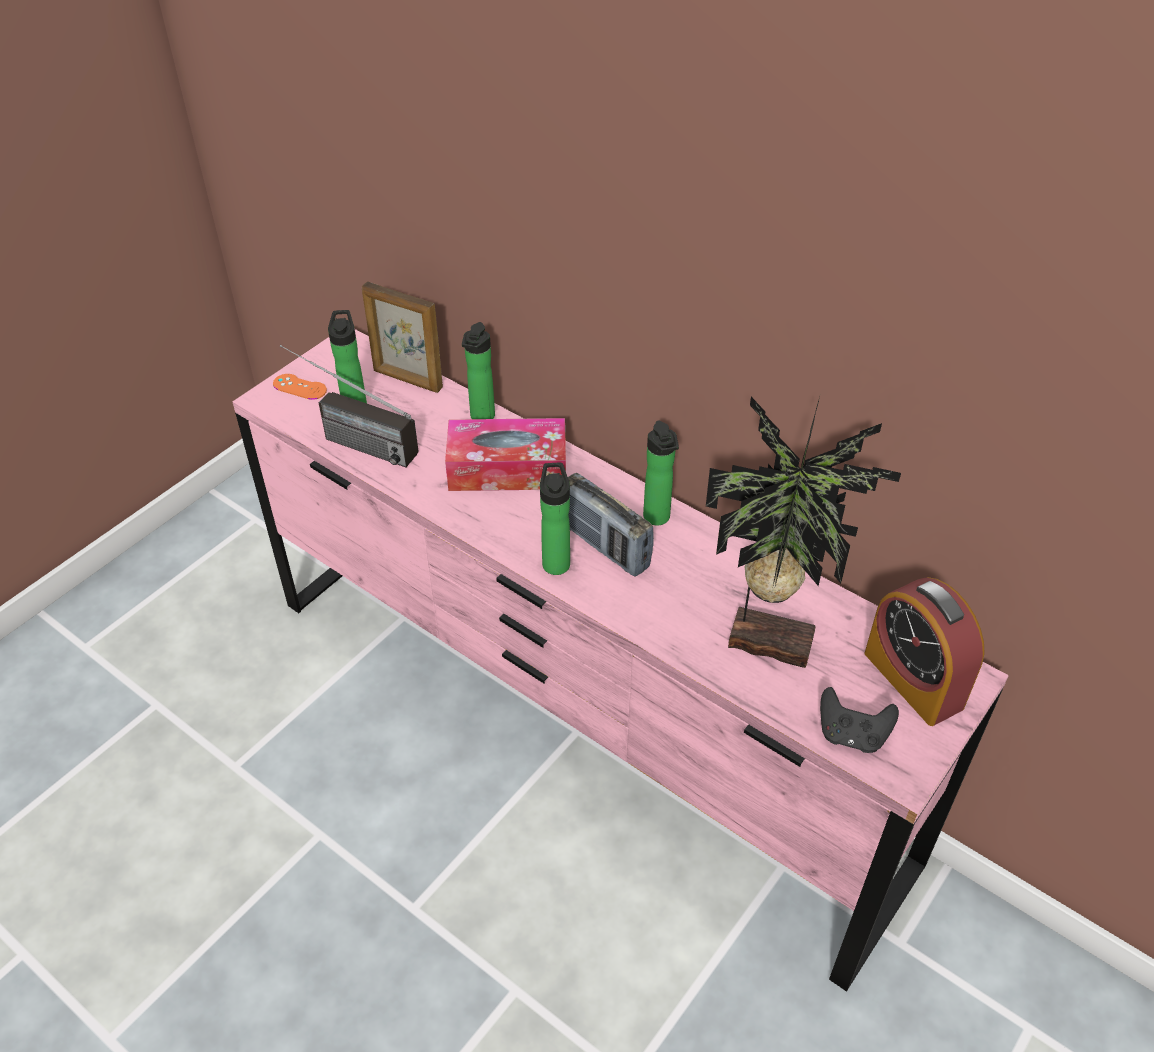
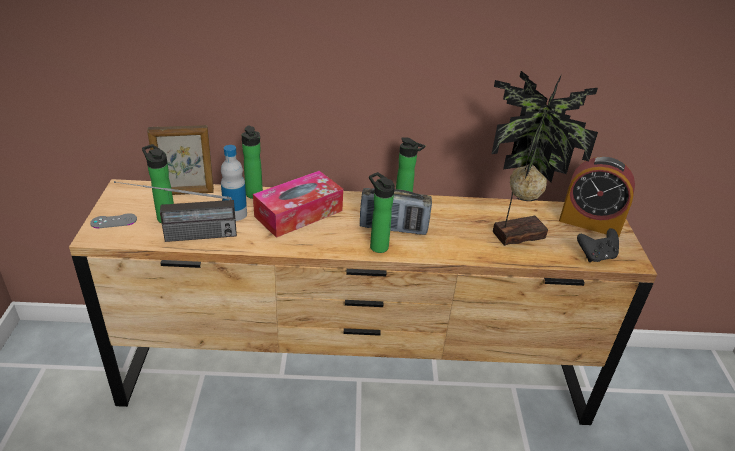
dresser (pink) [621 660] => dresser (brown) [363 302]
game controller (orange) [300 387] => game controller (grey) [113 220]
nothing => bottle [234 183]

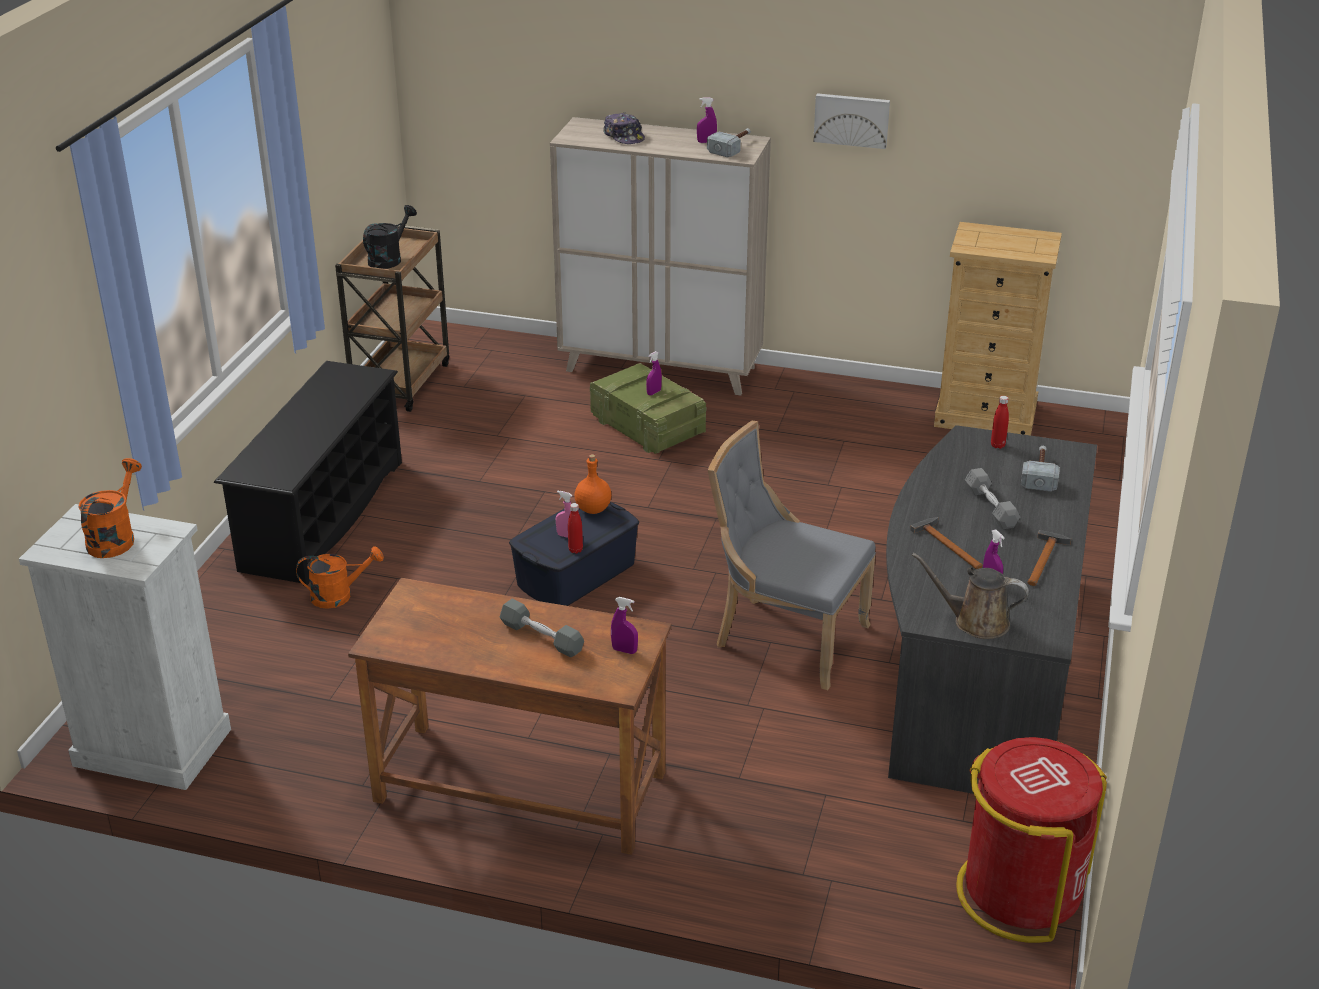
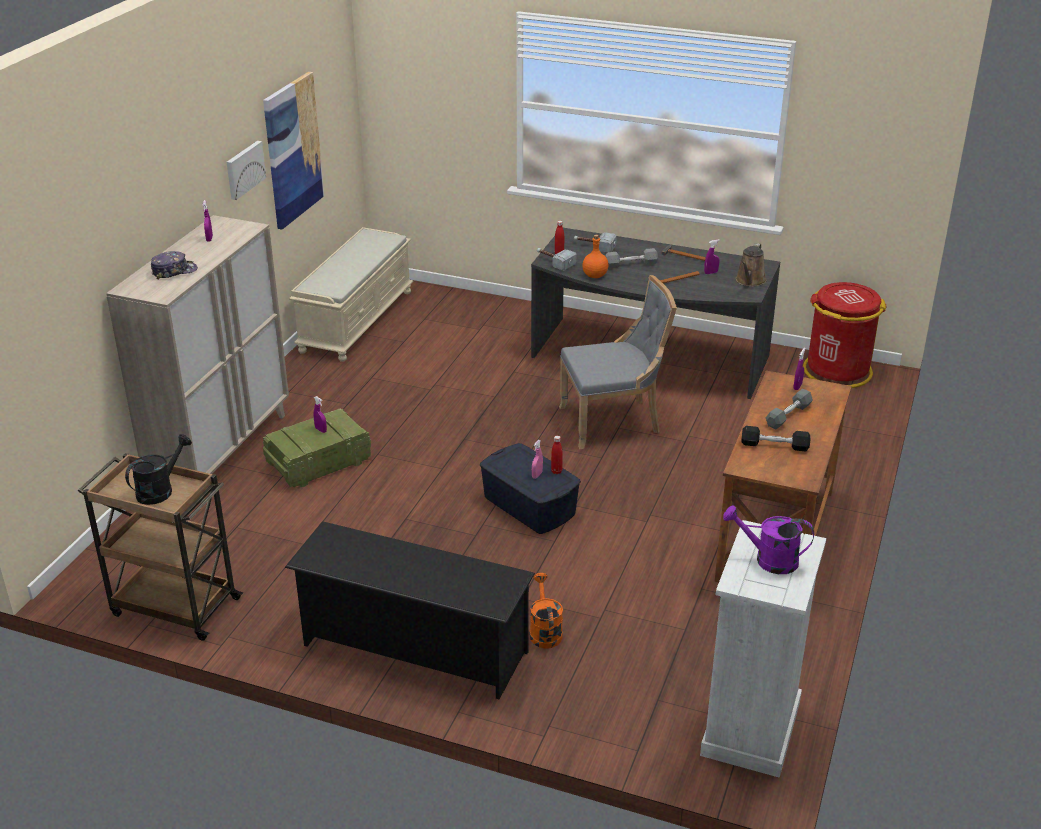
watering can (orange) [110 508] => watering can (purple) [768 540]
watering can (black) [390 237] => watering can (black) [158 469], 90 degrees clockwise
bottle (orange) [592 484] => bottle (orange) [595 256], move
hammer [729 142] => hammer [556 259], move
chair (grey) [792 555] => chair (grey) [618 362], 135 degrees counterclockwise
dresser (beige) [998 329] => bench (beige) [351 294]
nothing => picture [293 150]
nothing => dumbbell (black) [775 438]

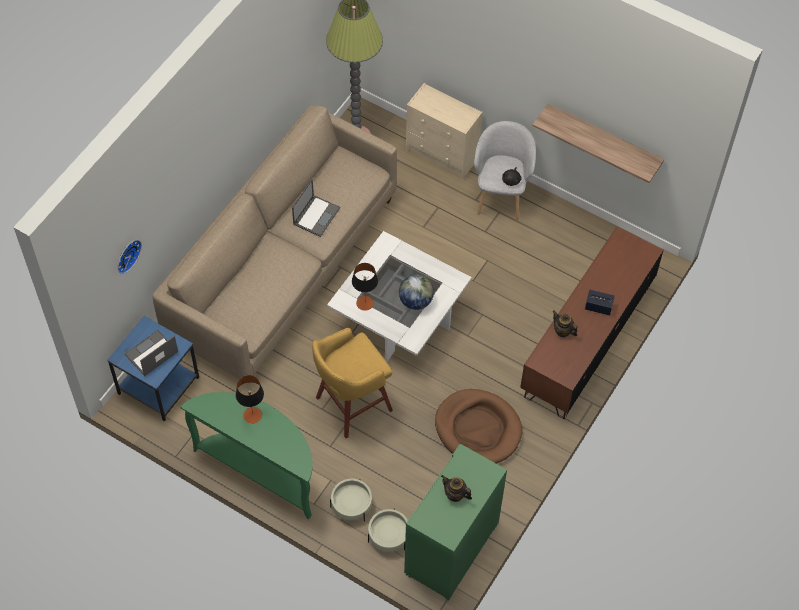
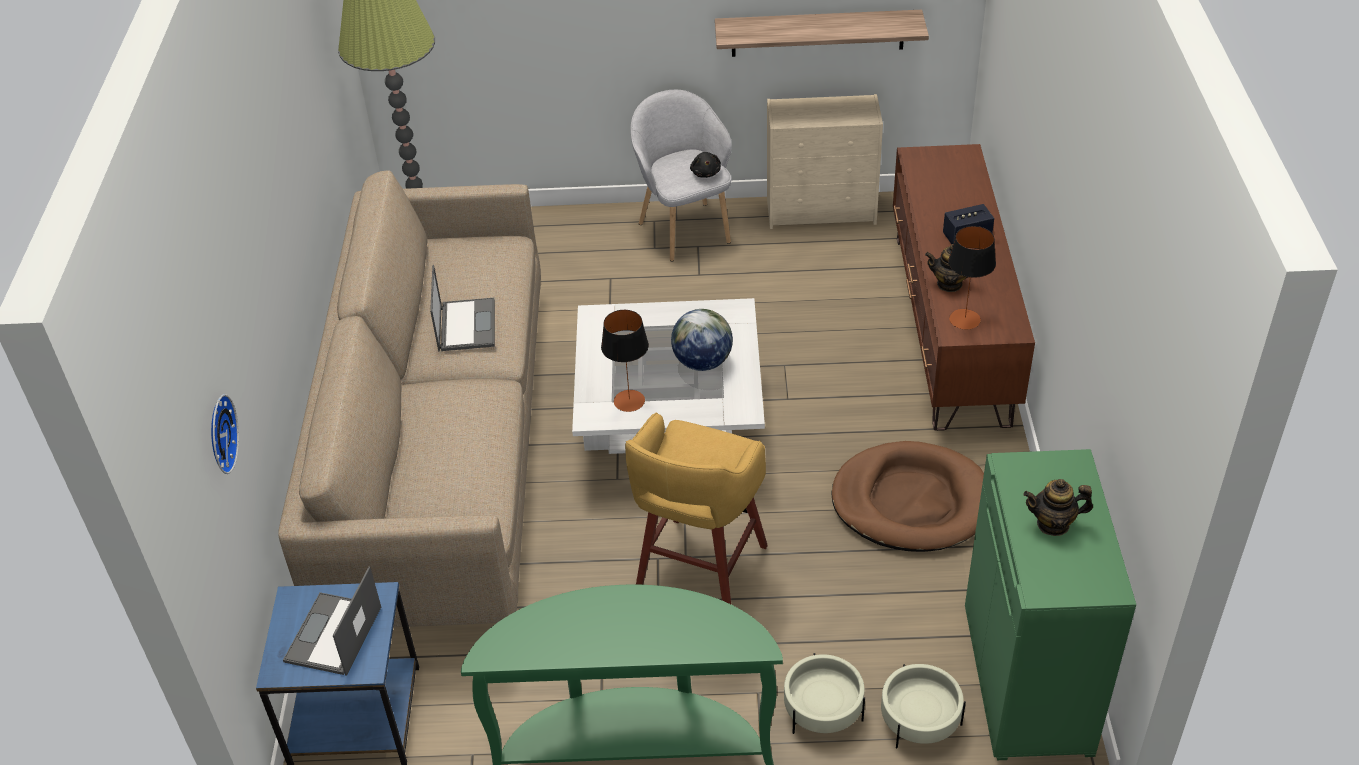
table lamp [250 399] => table lamp [972 277], move
dresser (beige) [444 131] => dresser (beige) [825 161], move

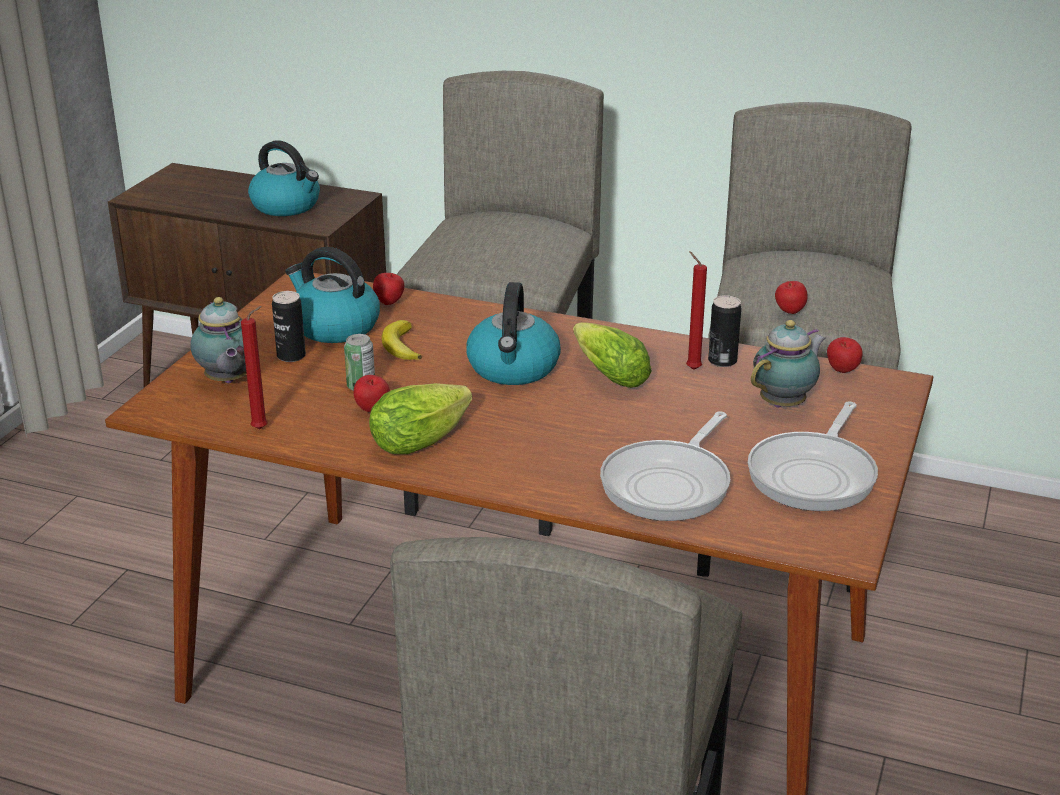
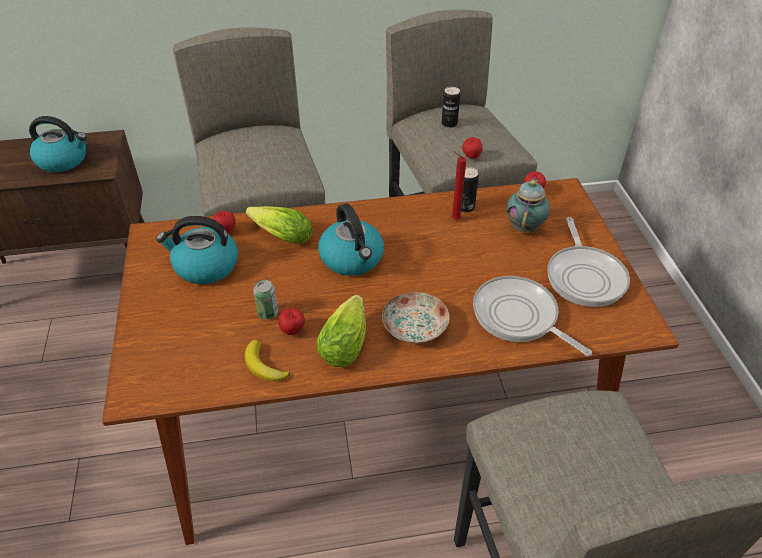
teapot [218 340] => nothing
candle (red) [254 367] => nothing
can [289 326] => can [451 107], move
banana [402 340] => banana [267 361], move
lettuce [612 355] => lettuce [279 225], move
frying pan [665 466] => frying pan [532 316], 135 degrees clockwise
nothing => plate [416 317]

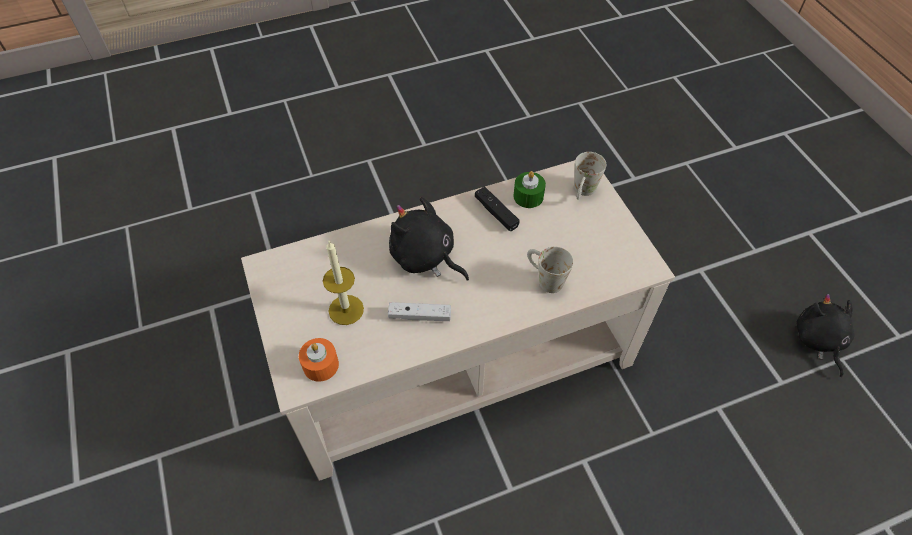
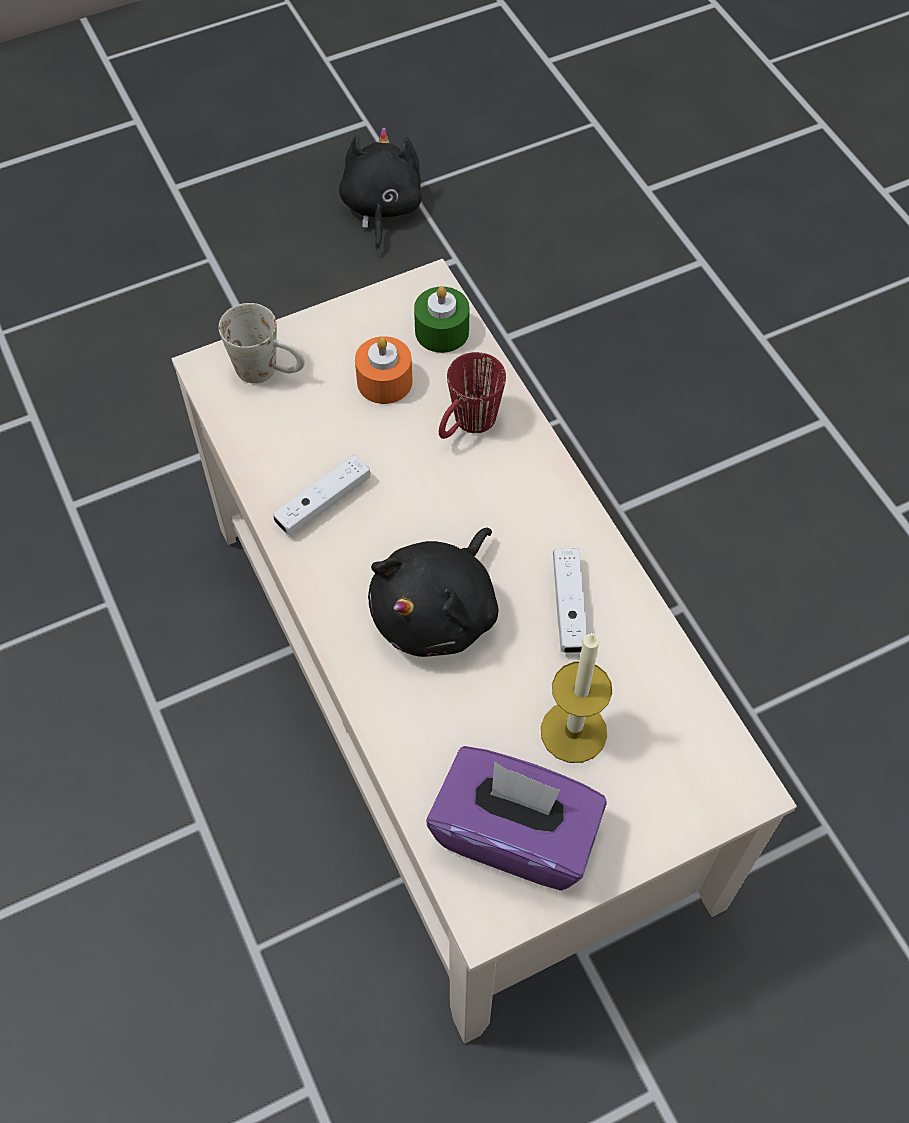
candle (orange) [319 360] => candle (orange) [383 370], move
game controller (black) [497 209] => game controller (white) [321 495]
candle (green) [529 189] => candle (green) [442 319], move
mug (white) [550 270] => mug (red) [472 395]
plush toy (black) [826 335] => plush toy (black) [380 189], 105 degrees clockwise
nothing => tissue box (purple) [516 818]

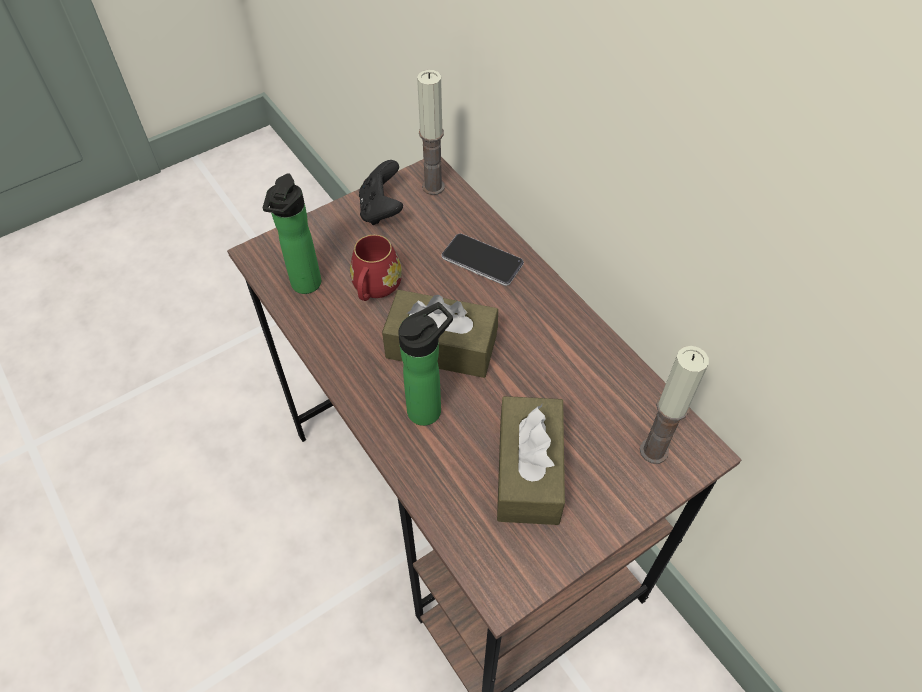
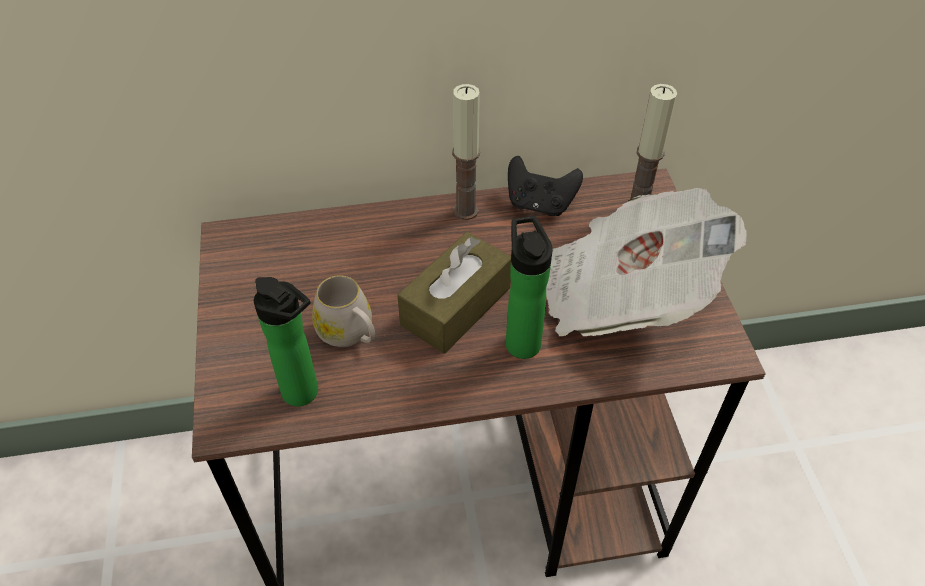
mug (red) [376 268] => mug (white) [343 311]
game controller (black) [381 192] => game controller (black) [545 186], move
candle [431 132] => candle [466 152], move
phone [482 259] => nothing
tissue box (brown) [531 460] => newspaper [646 262]

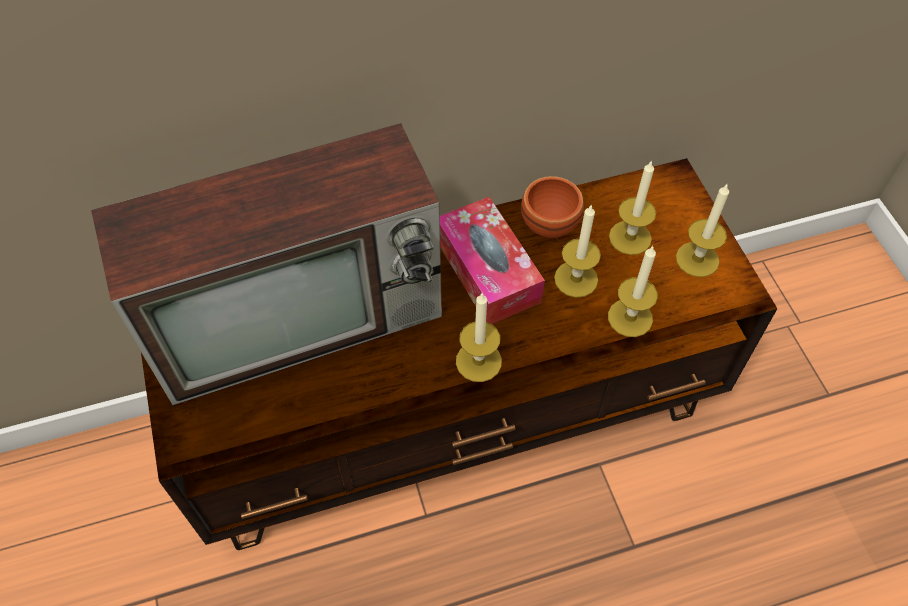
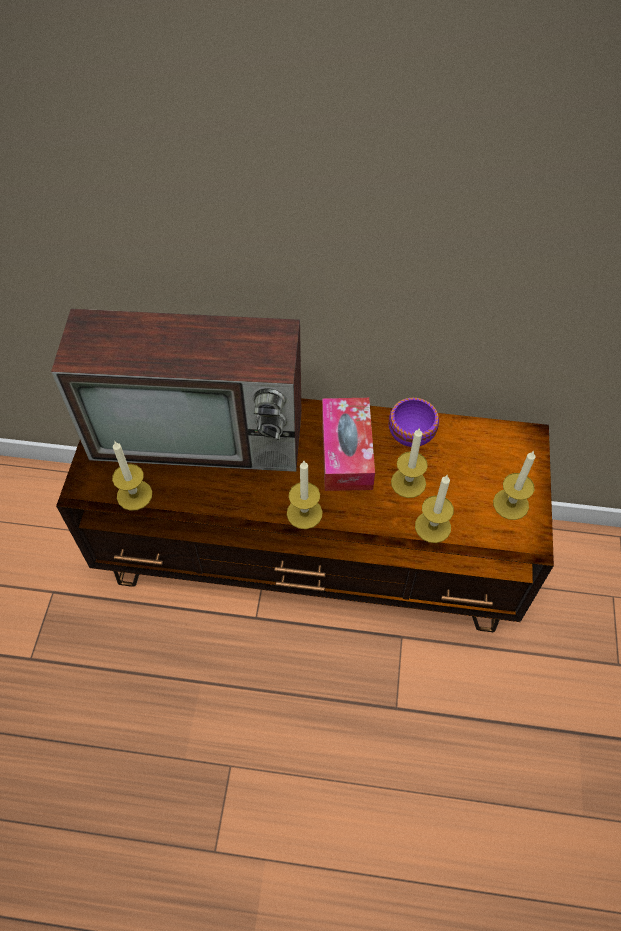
bowl (brown) [552 207] => bowl (purple) [414 422]
candle [632 207] => candle [132 476], move

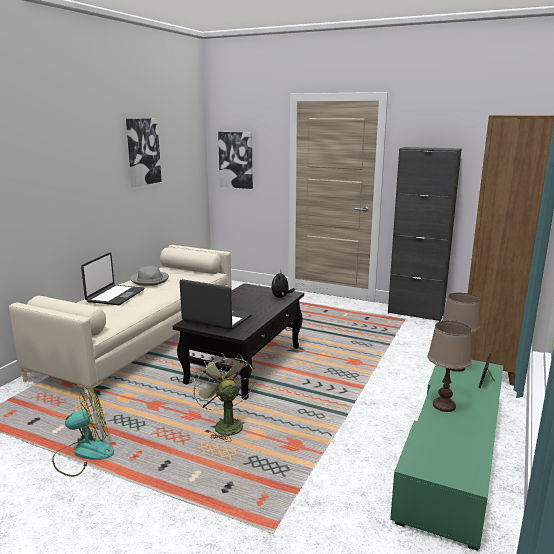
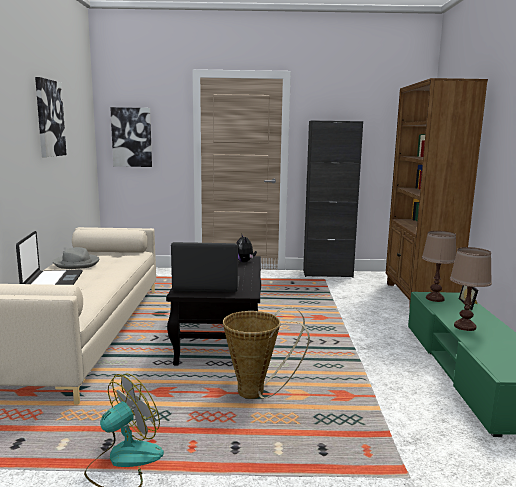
fan (green) [223 397] => basket [266 352]

